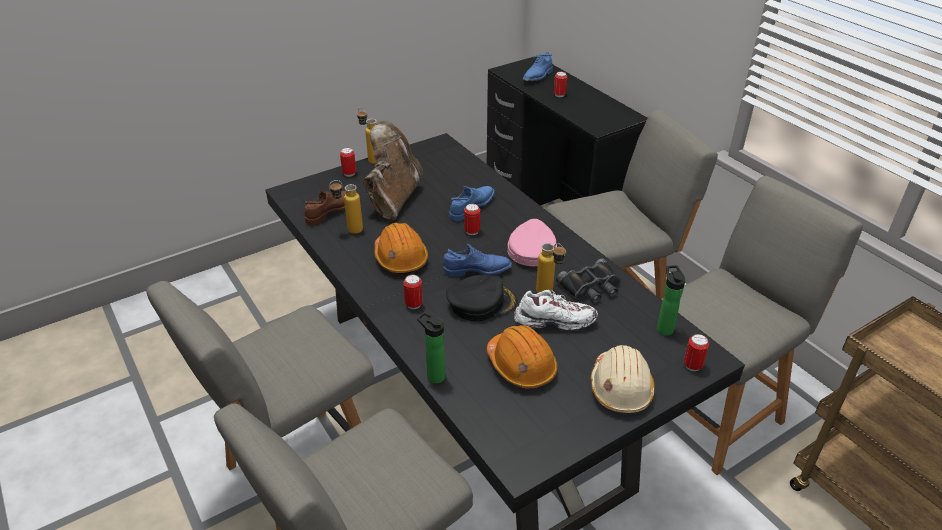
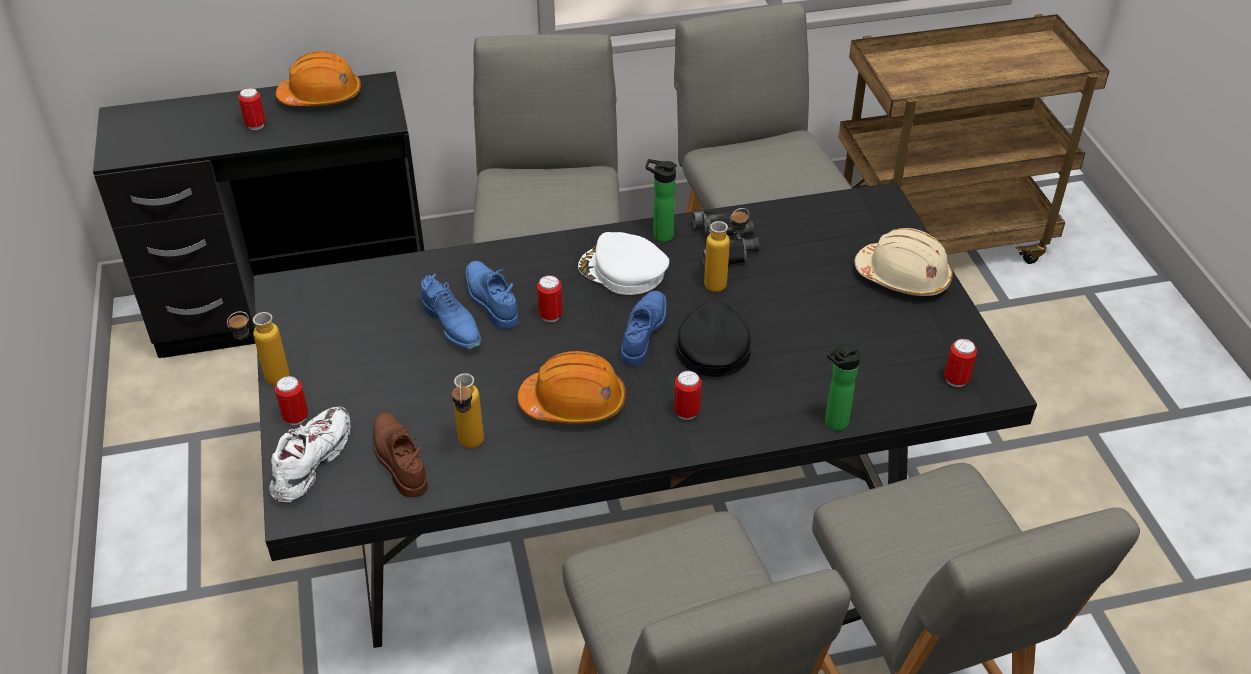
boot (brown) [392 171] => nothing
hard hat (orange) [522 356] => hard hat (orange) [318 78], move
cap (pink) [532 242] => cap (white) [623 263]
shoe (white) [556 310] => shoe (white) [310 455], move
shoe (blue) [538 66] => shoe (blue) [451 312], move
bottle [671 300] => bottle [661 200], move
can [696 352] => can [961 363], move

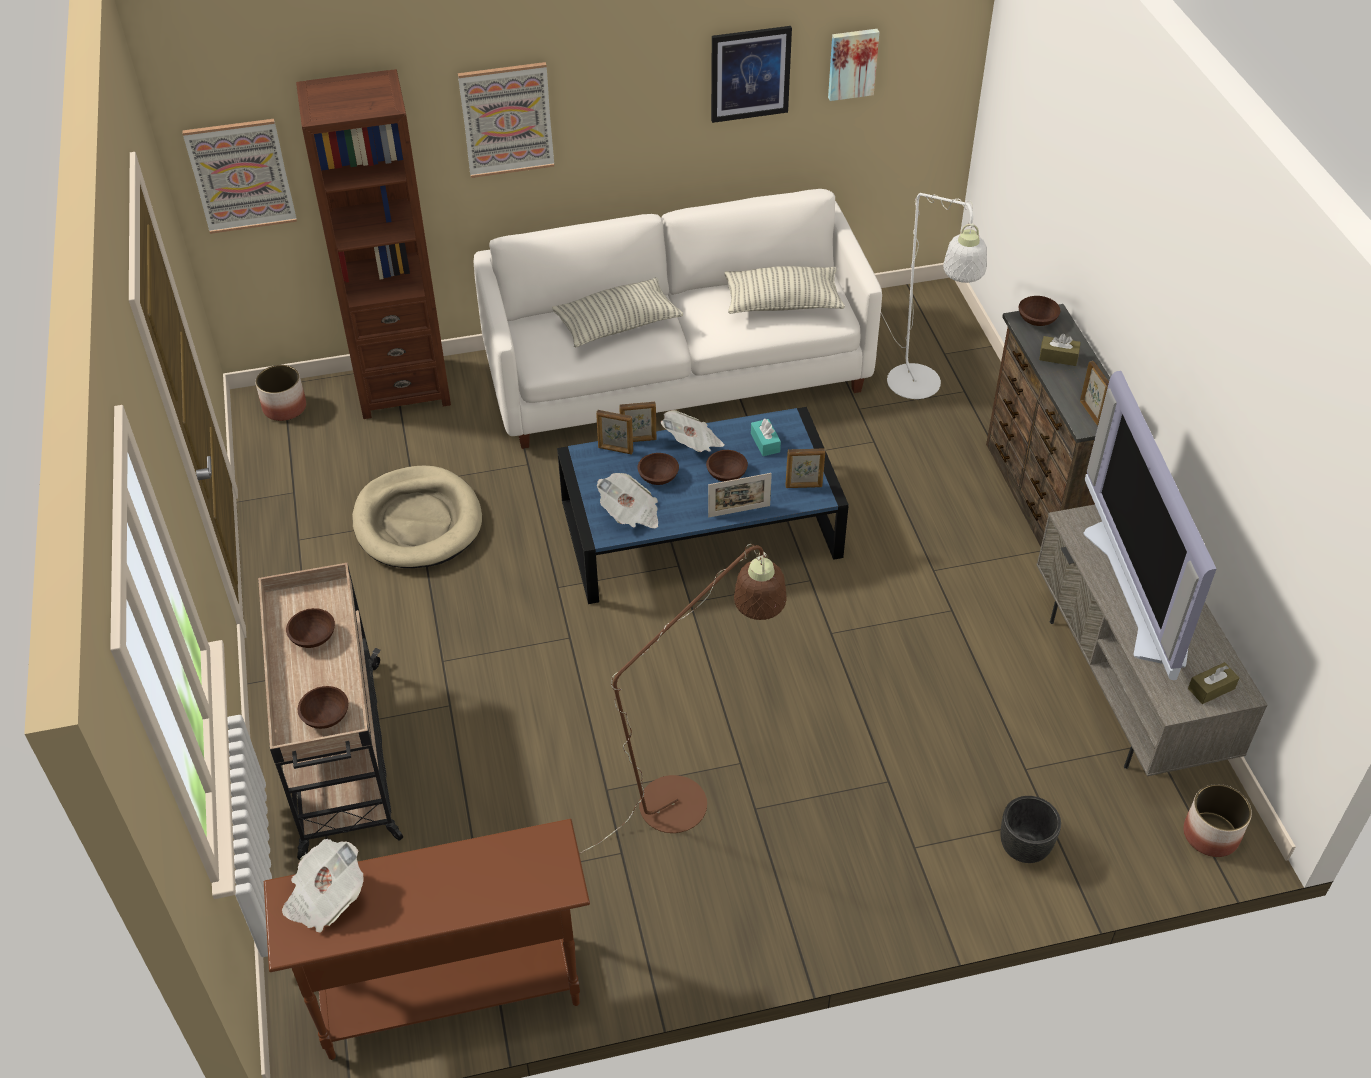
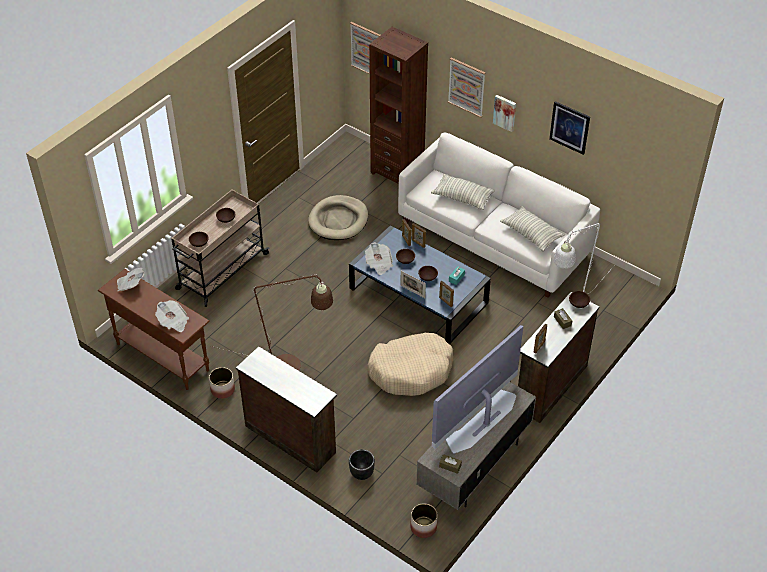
planter [280 393] => planter [222 383], move
newspaper [692 431] => newspaper [172 316], move
picture [853 65] => picture [504 113], move
nothing => dresser (brown) [286 409]
nothing => dog bed (beige) [410 364]

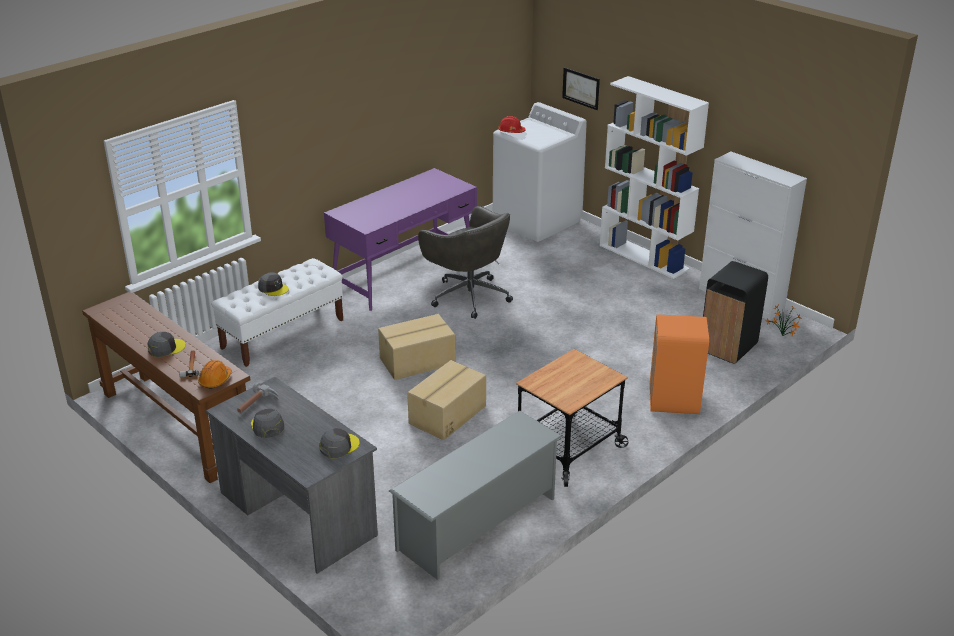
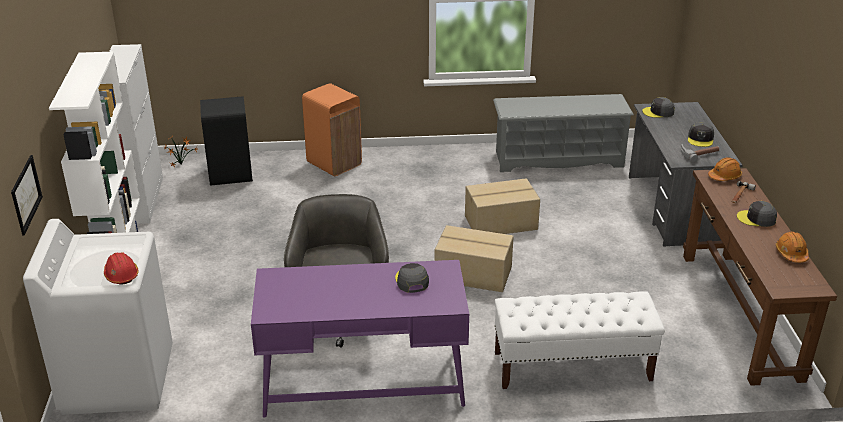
cap (grey) [273 284] => cap (grey) [412 278], move
cart [572 418] => nothing
nothing => hard hat (orange) [792 247]

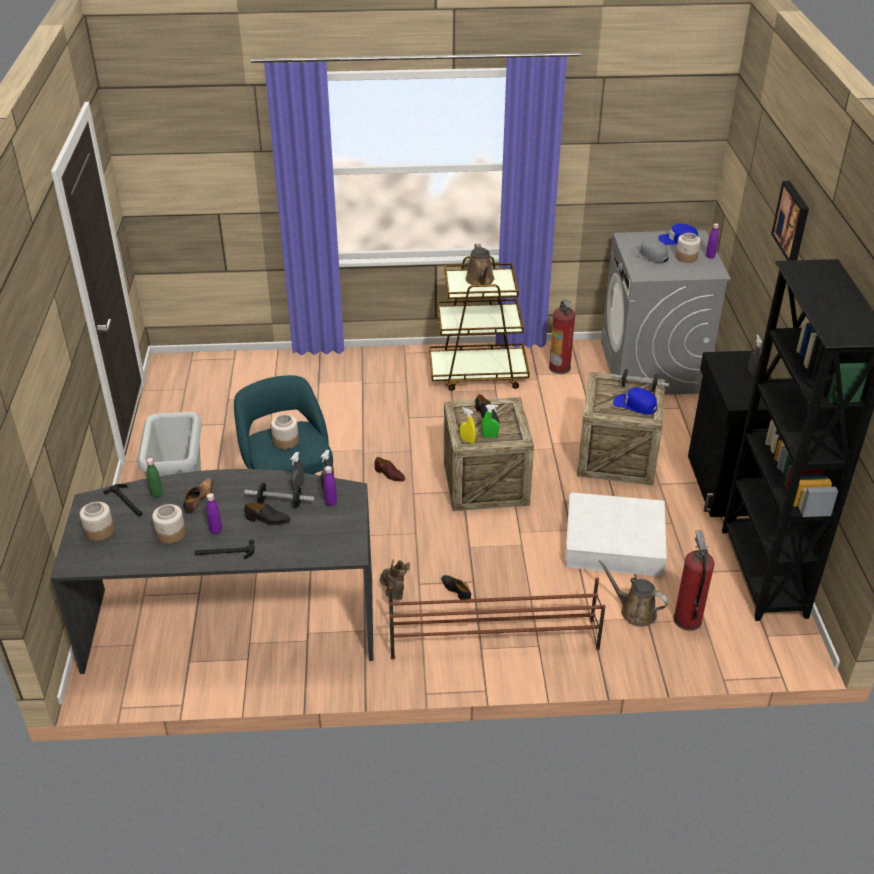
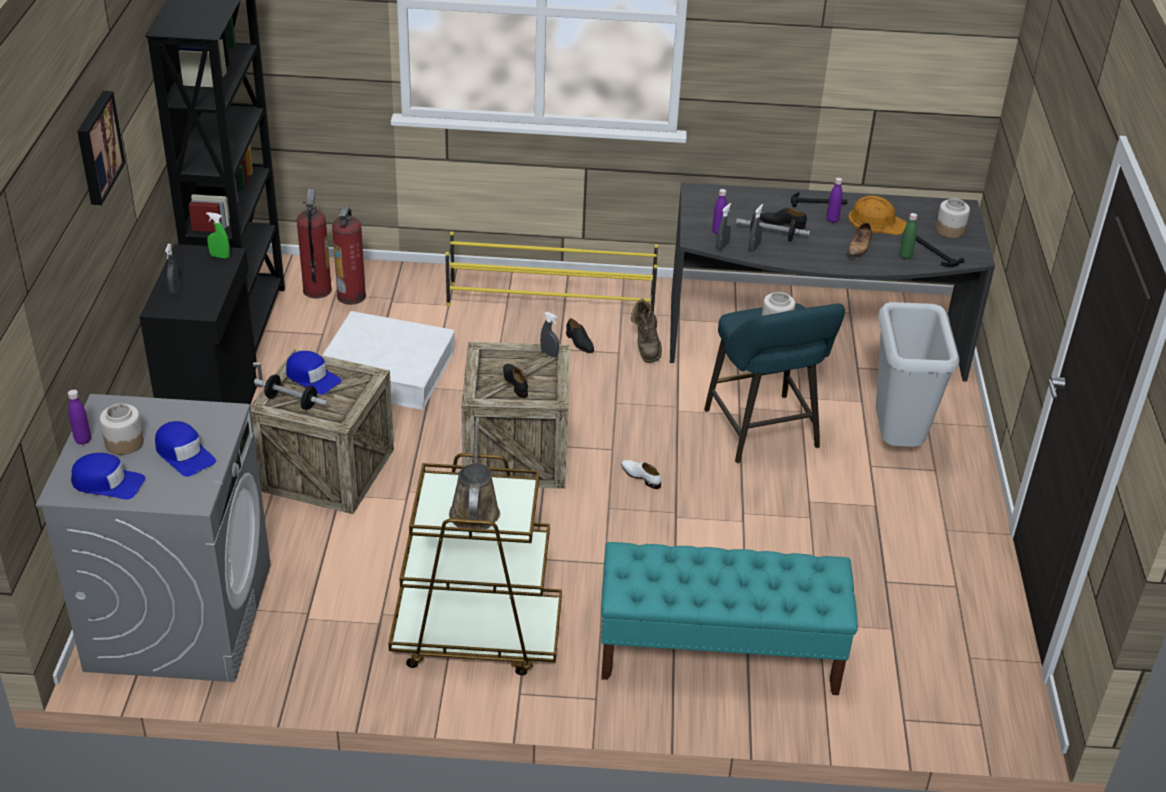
jar [169 524] => hard hat (orange) [877 215]
shoe (brown) [389 469] => shoe (white) [641 474]
shoe rack (brown) [497 618] => shoe rack (yellow) [551 272]
spray bottle (yellow) [468 425] => spray bottle (grey) [549 335]
spray bottle (green) [490 421] => spray bottle (green) [218 235], move
fire extinguisher [562 337] => fire extinguisher [314 243], move
watering can (brown) [633 593] => nothing
cap (grey) [648 250] => cap (blue) [185 449]
nothing => bench (turquoise) [729 618]

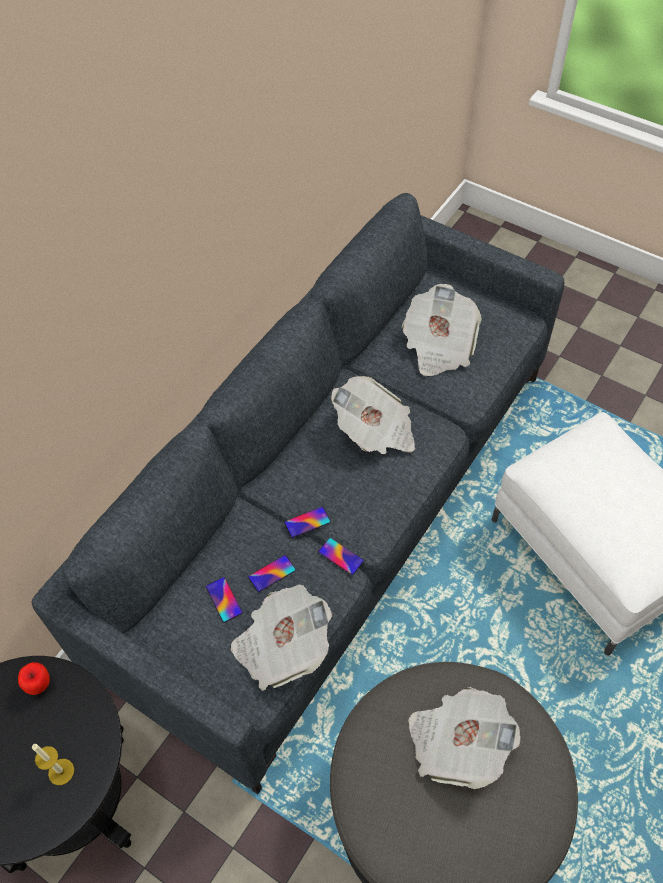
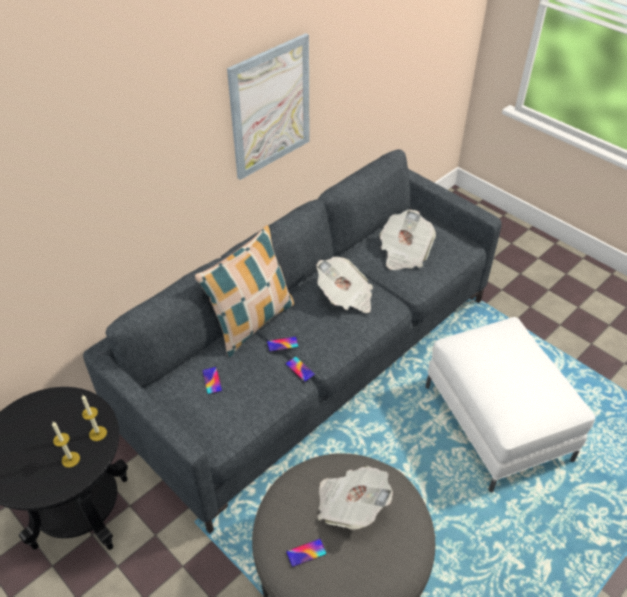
apple [34 678] => nothing
newspaper [281 638] => nothing
phone [272 573] => phone [306 553], move
nothing => candle [94 418]
nothing => pillow [244 291]
nothing => picture [268 106]

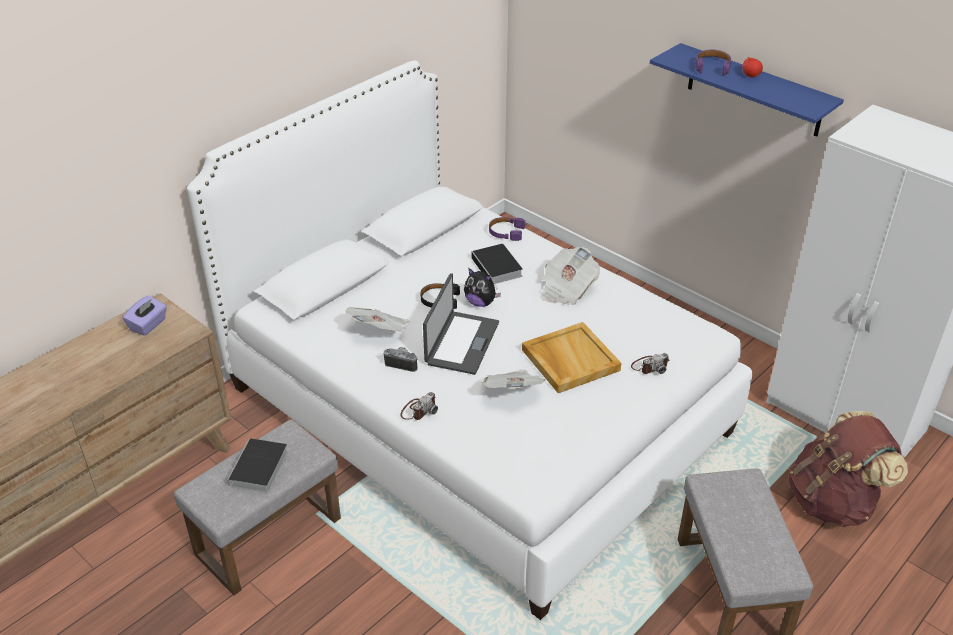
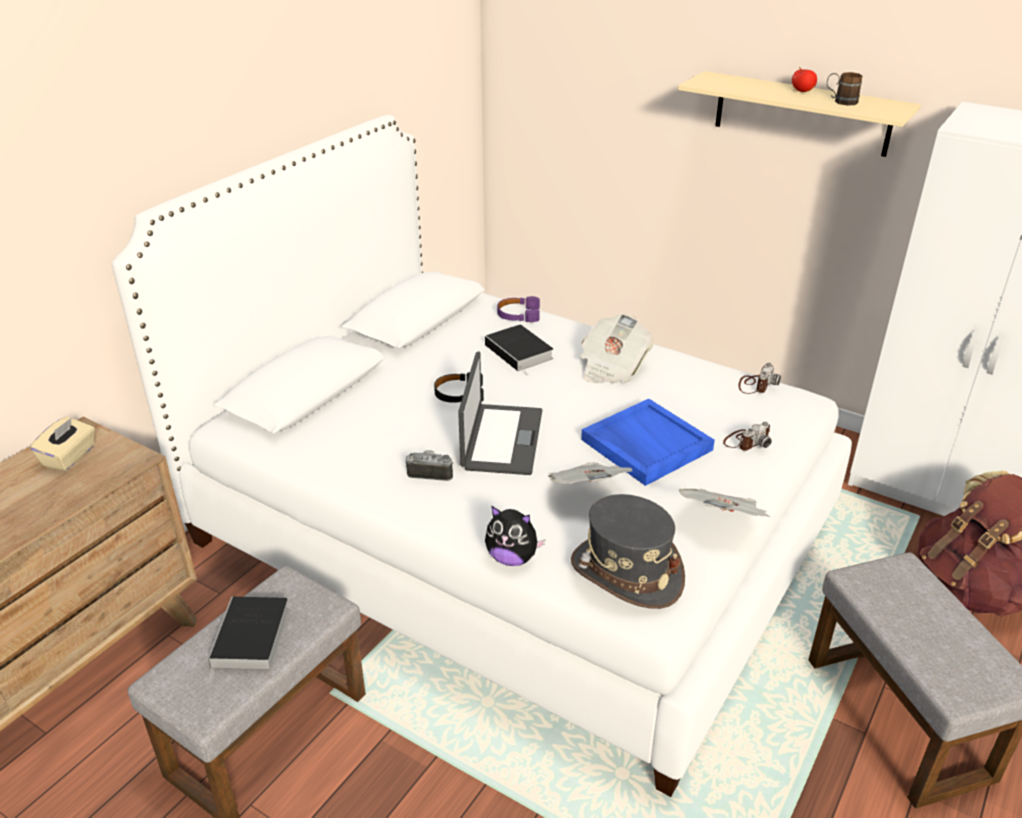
tissue box (purple) [145 316] => tissue box (beige) [62 443]
newspaper [377 319] => newspaper [724 502], move
photo camera [419 406] => photo camera [759 378], move
plush toy [482 287] => plush toy [515 536], move
tray (beige) [571 357] => tray (blue) [648 442]
shelf (blue) [747 90] => shelf (beige) [799 114]
headphones (purple) [713 63] => nothing
nothing => hat (grey) [628 551]
nothing => mug (brown) [844 89]

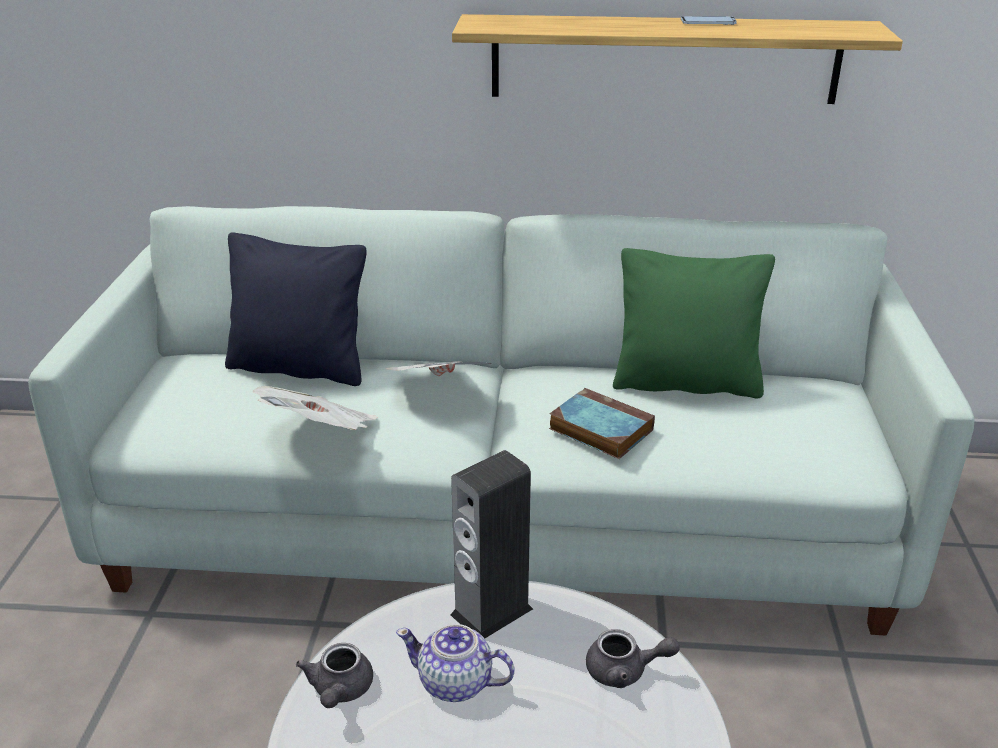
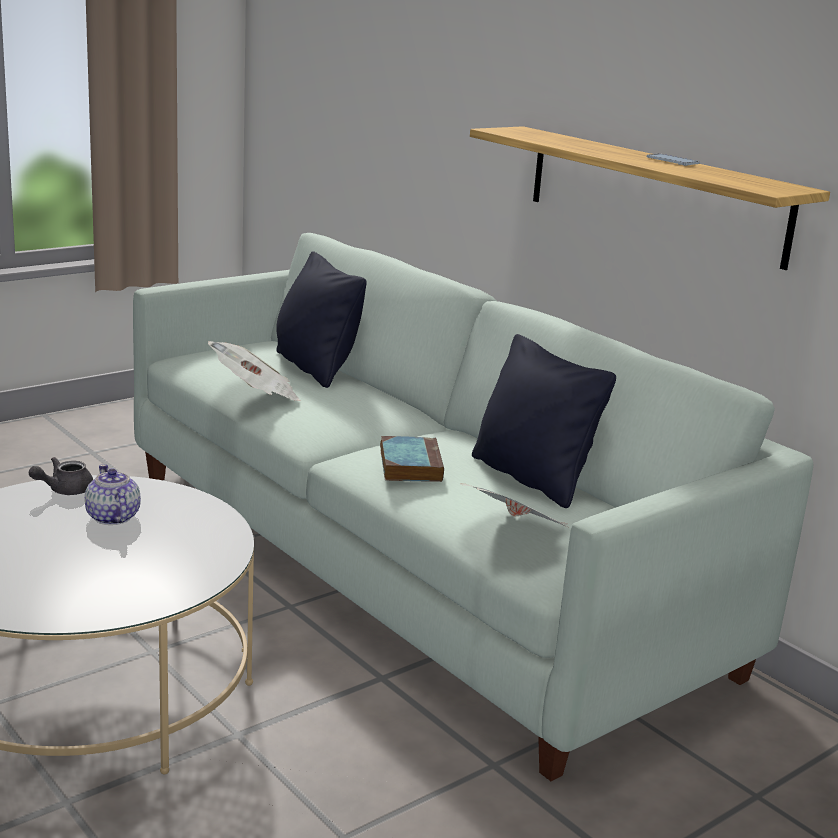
newspaper [438 368] => newspaper [514 505], move
speaker [491 544] => nothing
teapot (grey) [633 658] => nothing
pillow (green) [694 323] => pillow (black) [544 421]

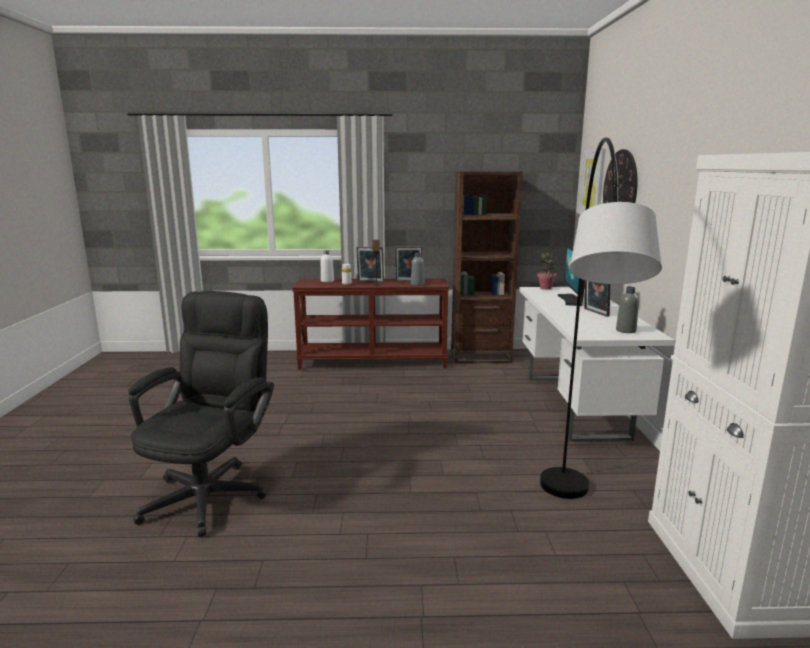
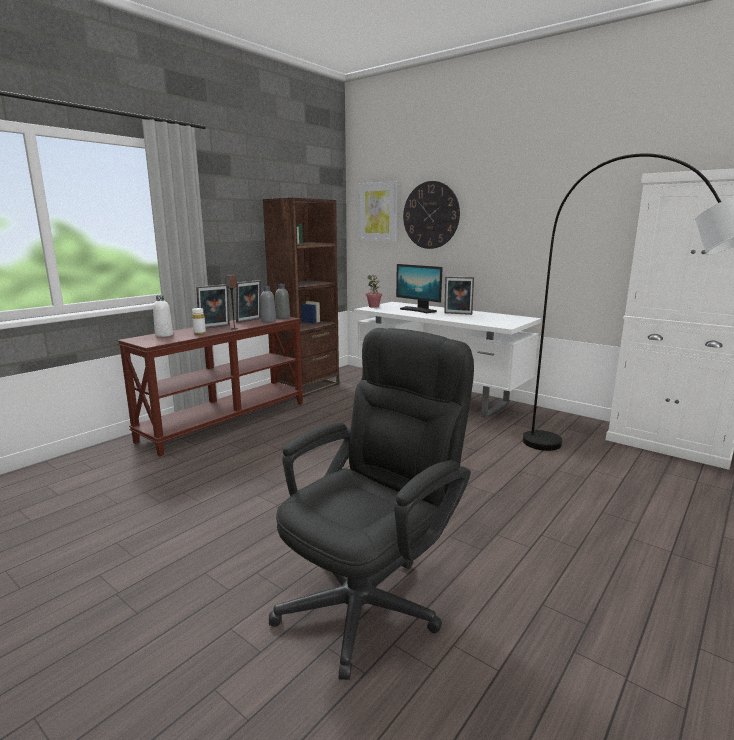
office chair (black) [201 414] => office chair (black) [371 504], 75 degrees clockwise
bottle (grey) [627 310] => bottle (grey) [282 301], move

